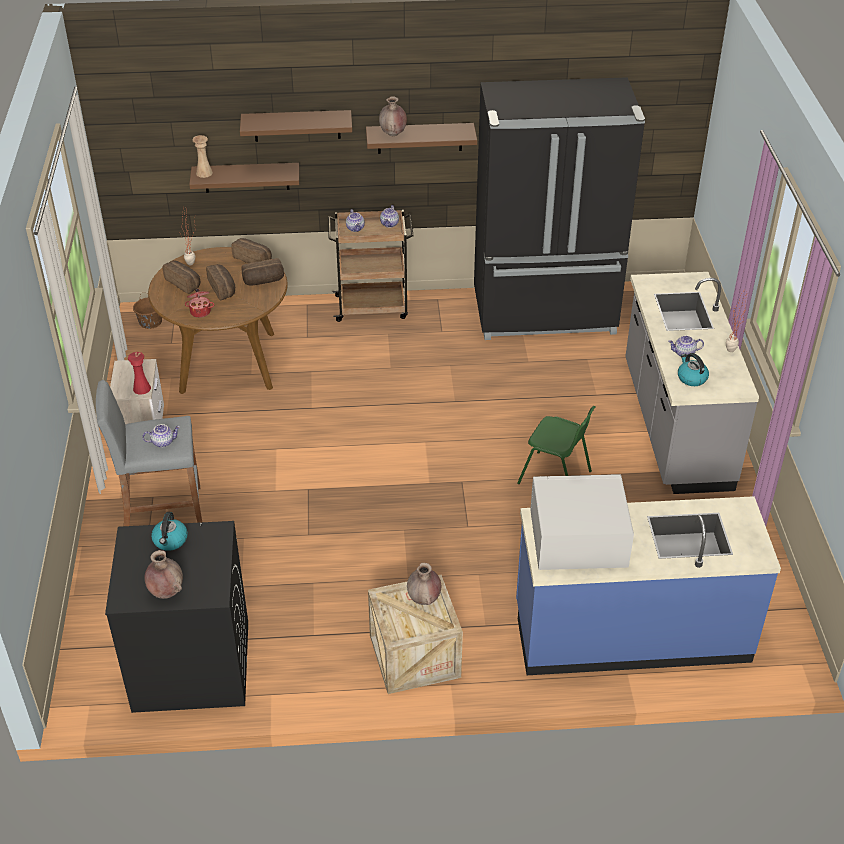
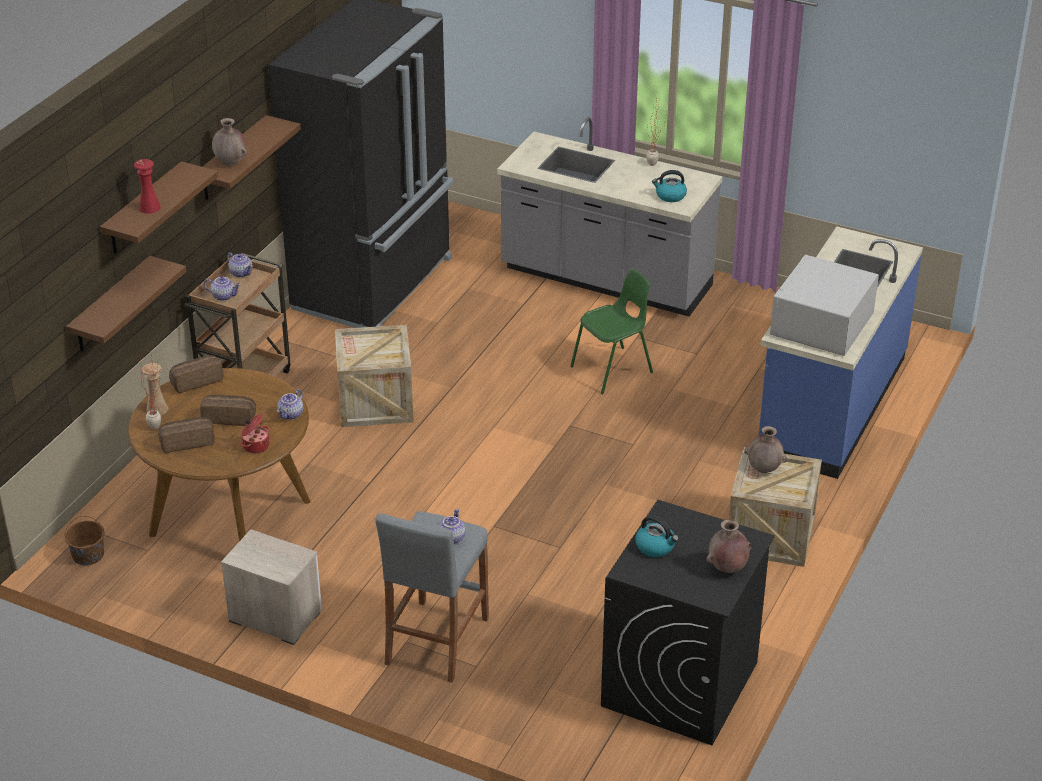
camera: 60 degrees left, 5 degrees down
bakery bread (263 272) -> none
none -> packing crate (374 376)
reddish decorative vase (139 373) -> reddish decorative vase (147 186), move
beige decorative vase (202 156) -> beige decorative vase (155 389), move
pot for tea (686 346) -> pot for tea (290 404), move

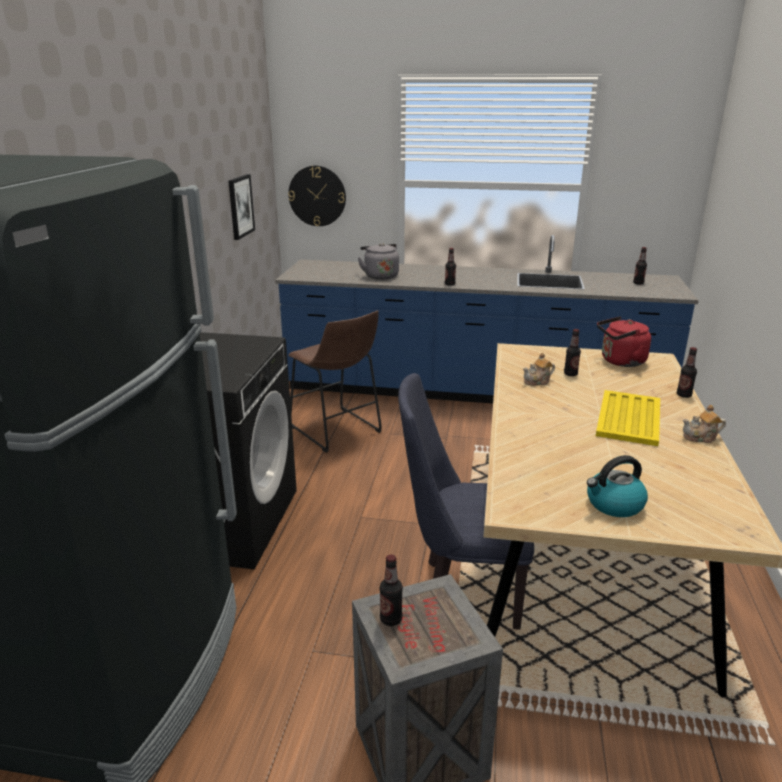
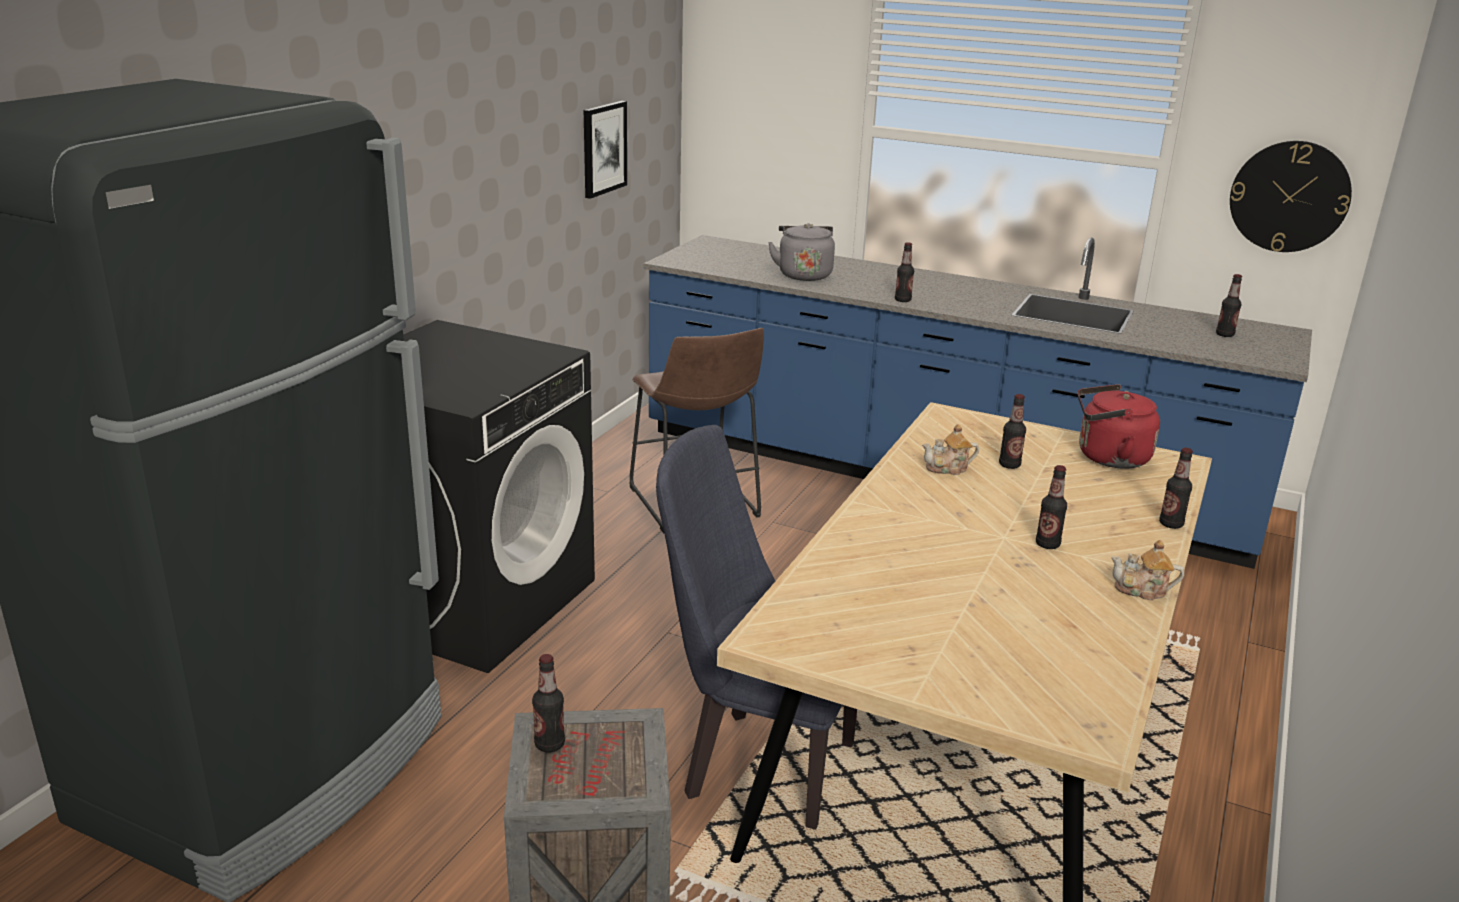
camera: 15 degrees right, 0 degrees up
kettle (617 486) -> none
hanging clock (317 196) -> hanging clock (1291 196), move
yellowish serving tray (628 418) -> beverage bottle (1051 507)

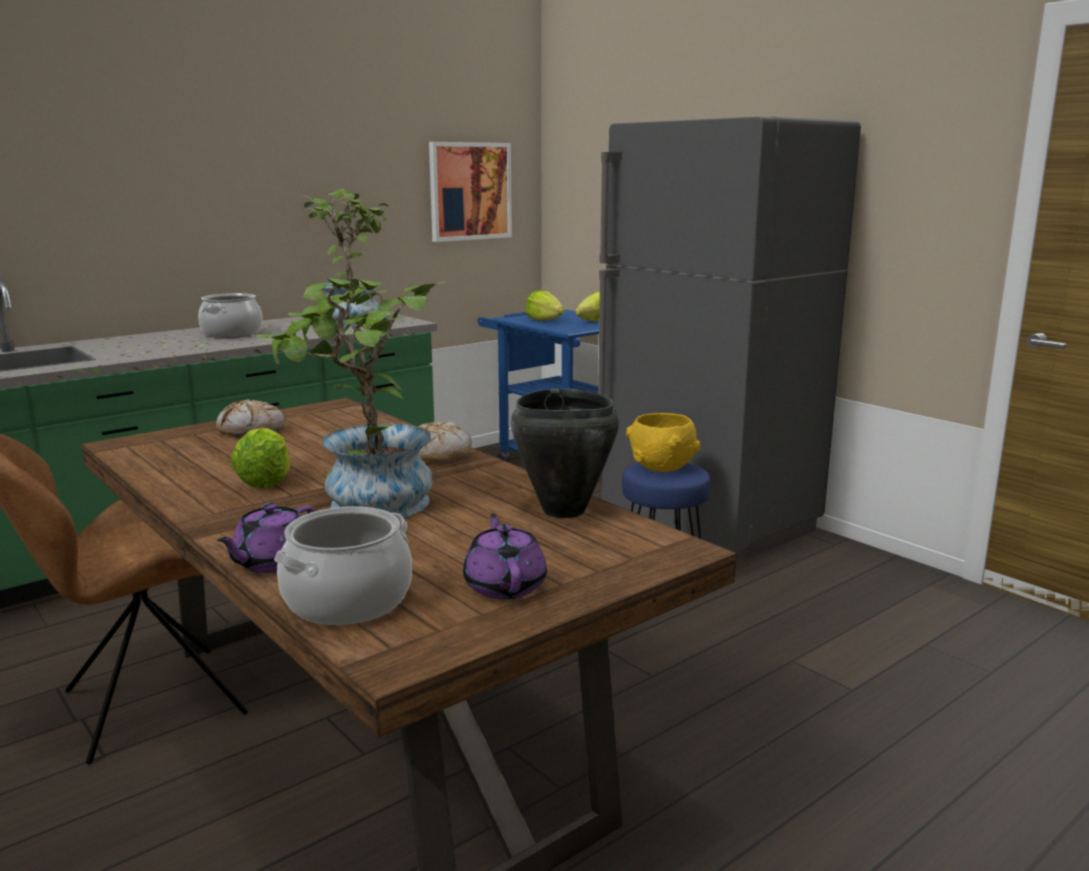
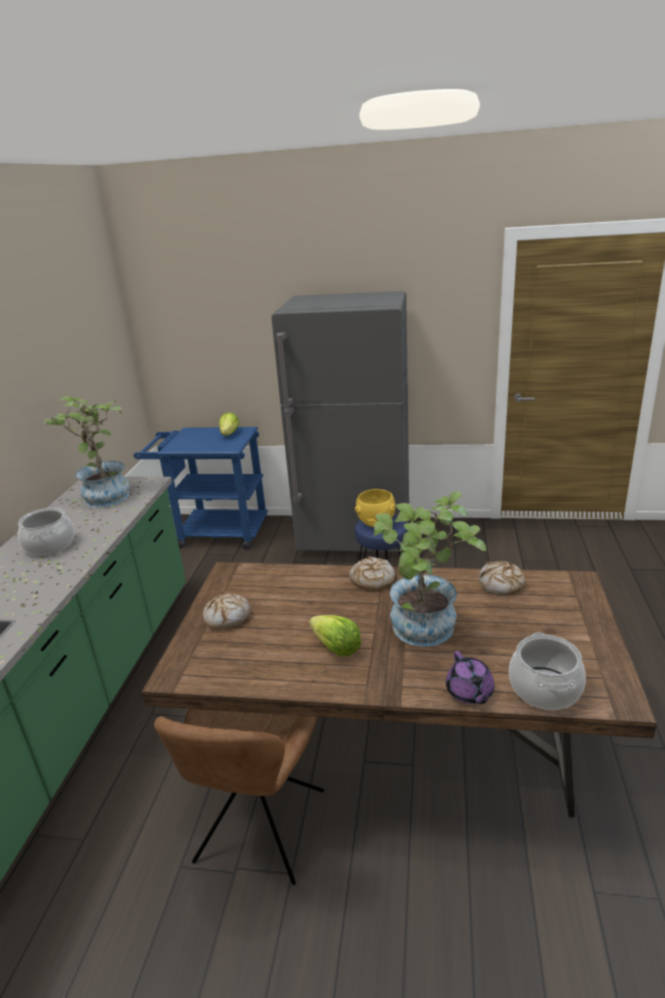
camera: 40 degrees left, 10 degrees up
wall picture (470 192) -> none
purple-coloured pot for tea (505 556) -> none
lettuce (545 305) -> none
black-coloured stockpot (565 453) -> bakery bread (502 578)

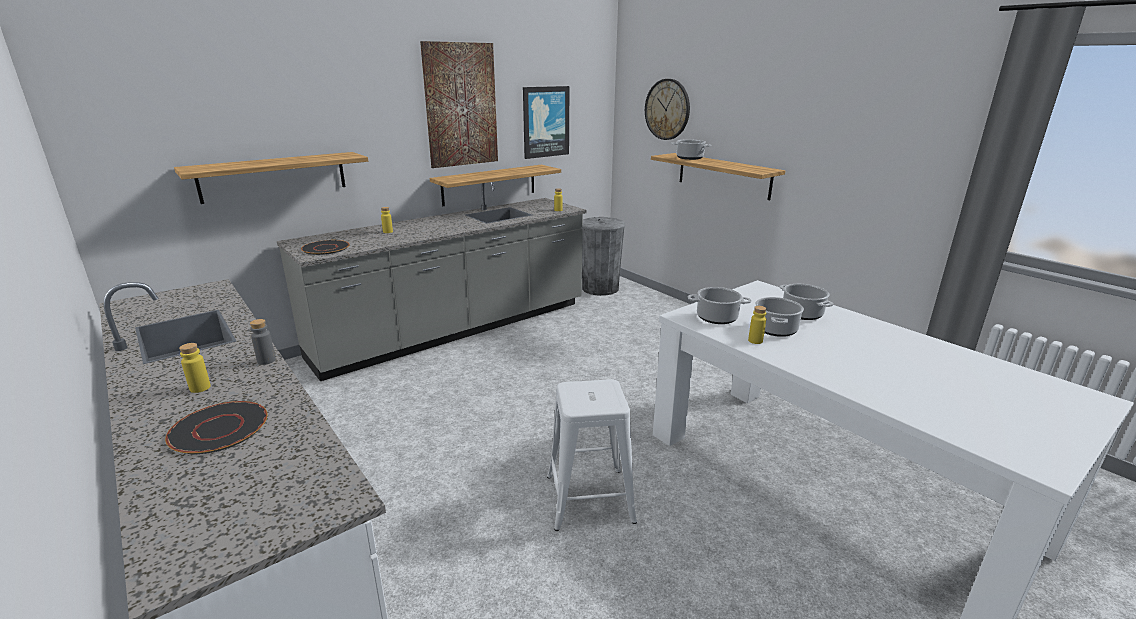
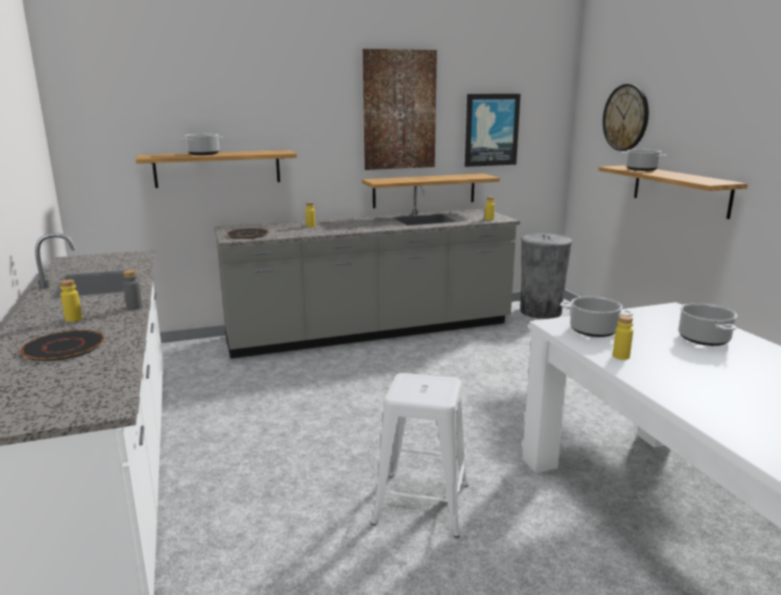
camera: 20 degrees right, 5 degrees down
stockpot (779 317) -> stockpot (202 144), move

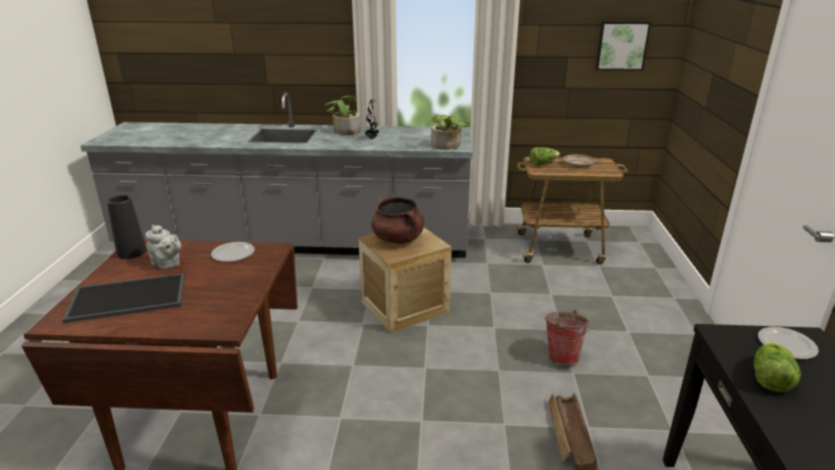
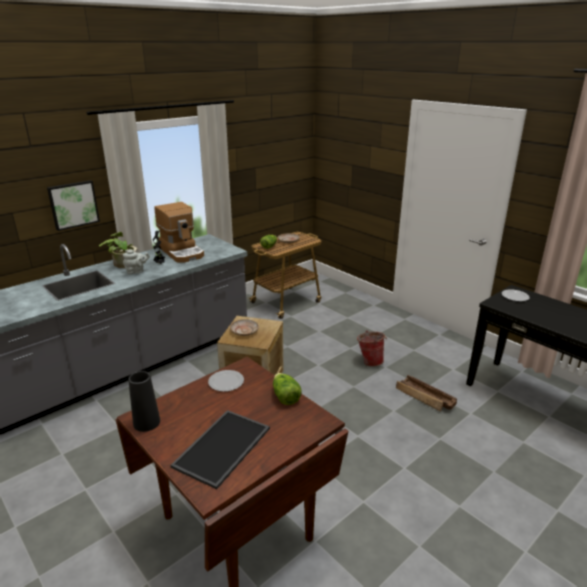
camera: 45 degrees left, 0 degrees up
plant in a pot (450 132) -> none
none -> coffee machine (179 232)
gray pot for tea (163 247) -> gray pot for tea (136 261), move
wall picture (623 46) -> wall picture (73 205), move
lettuce (777 366) -> lettuce (287 389), move
brown-coloured stockpot (397 220) -> beige plate (244 327)

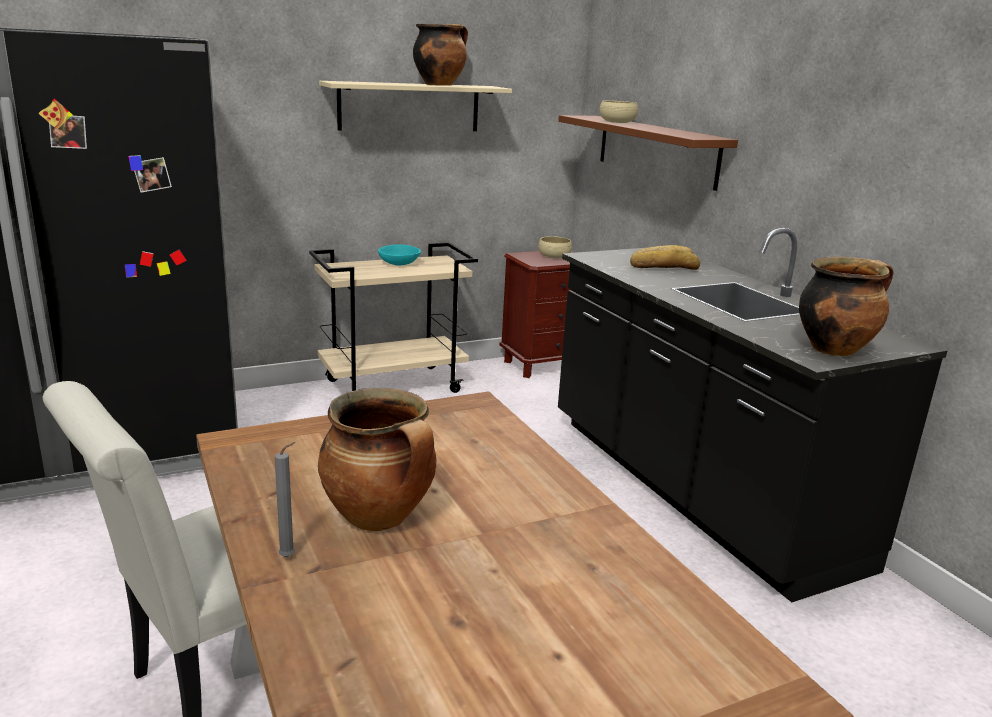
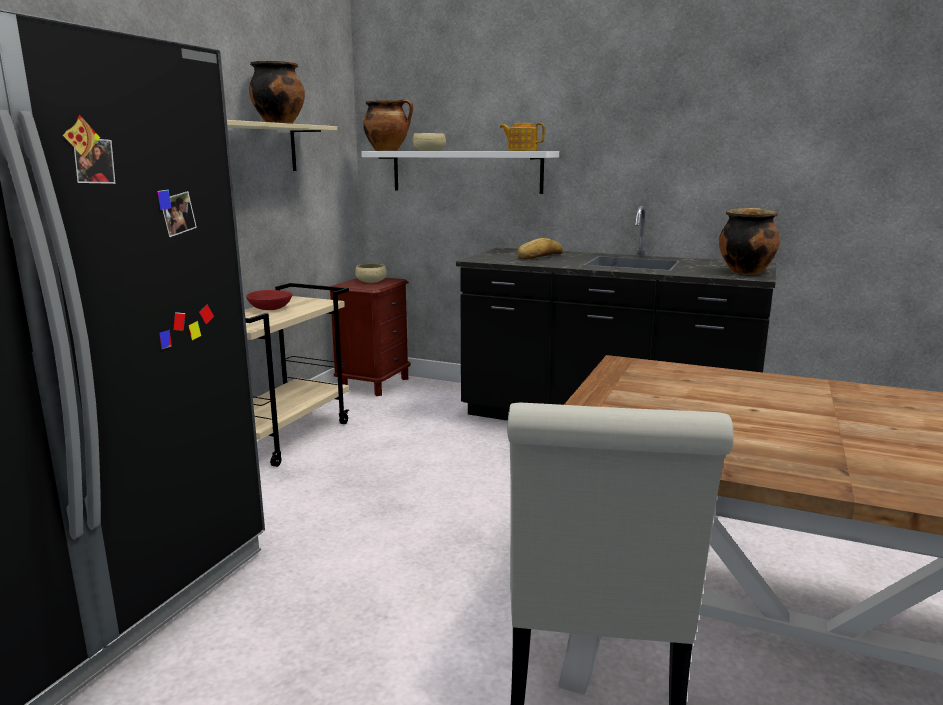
camera: 40 degrees left, 5 degrees down
gray wax candle (285 499) -> none
none -> pot for tea (522 137)
stockpot (377 459) -> stockpot (388 125), move
turquoise-coloured bowl (399 255) -> reddish bowl (269 300)
brown-coloured bracket shelf (648 153) -> white bracket shelf (460 172)

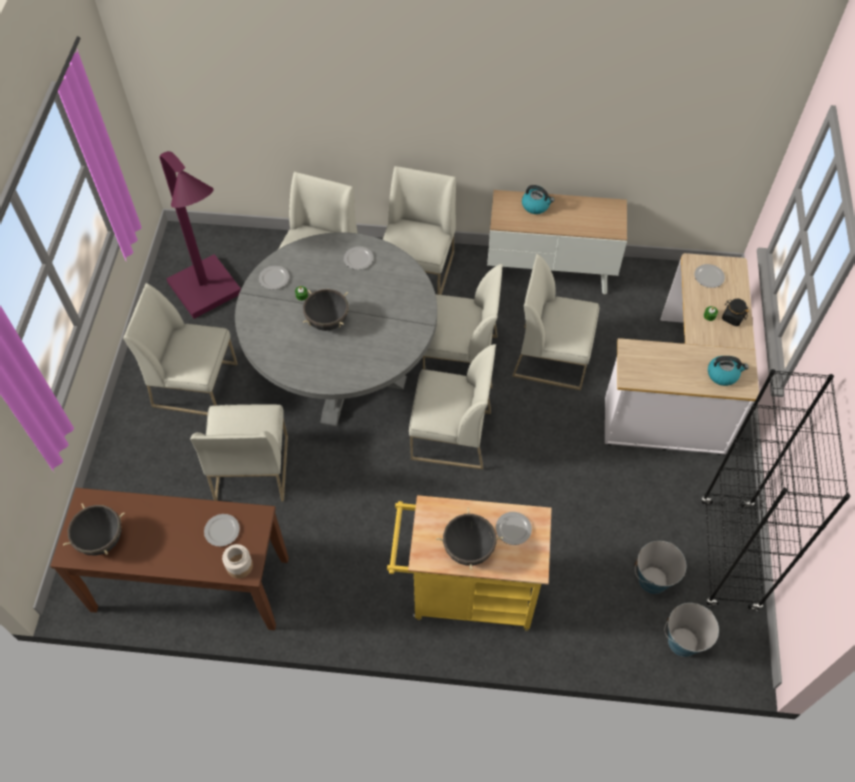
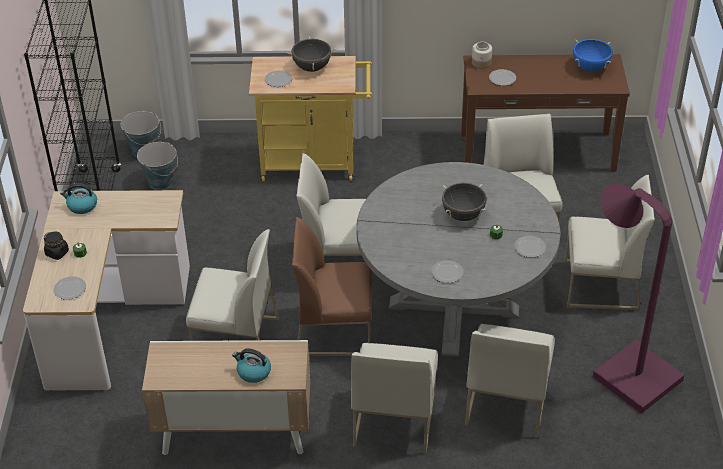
camera: 175 degrees right, 15 degrees down
black-coloured stockpot (94 530) -> blue-coloured stockpot (593 55)
white plain chair (463 326) -> brown-coloured plain chair (332 286)

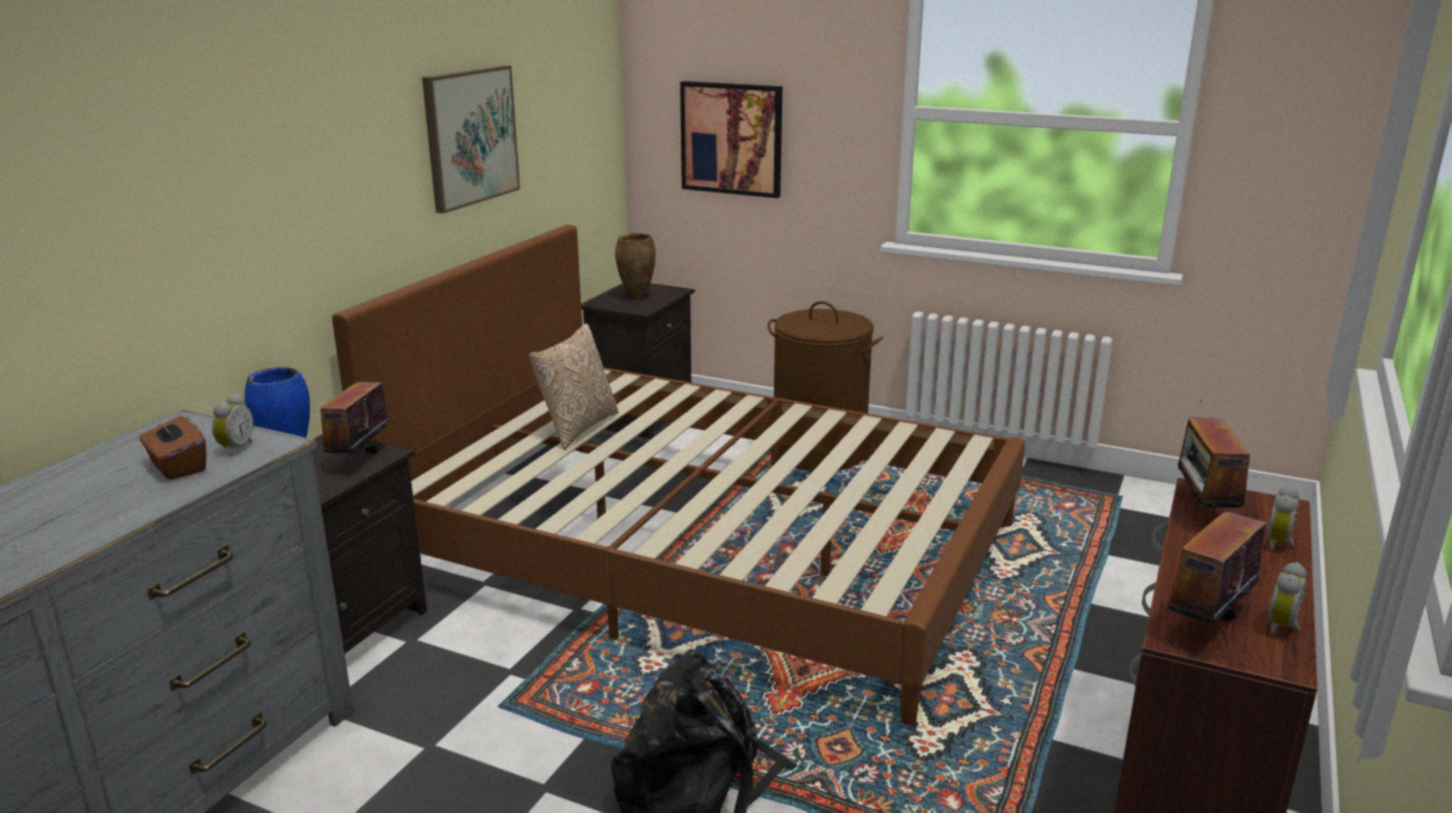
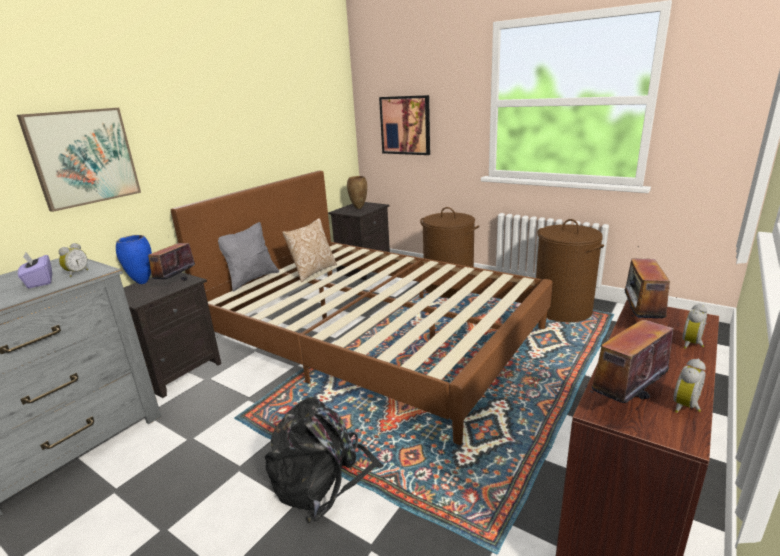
camera: 10 degrees right, 0 degrees up
none -> gray pillow (248 256)
none -> brown-coloured laundry basket (570 270)
wall picture (471 139) -> wall picture (79 160), move
brown-coloured tissue box (172 447) -> purple-coloured tissue box (34 270)

